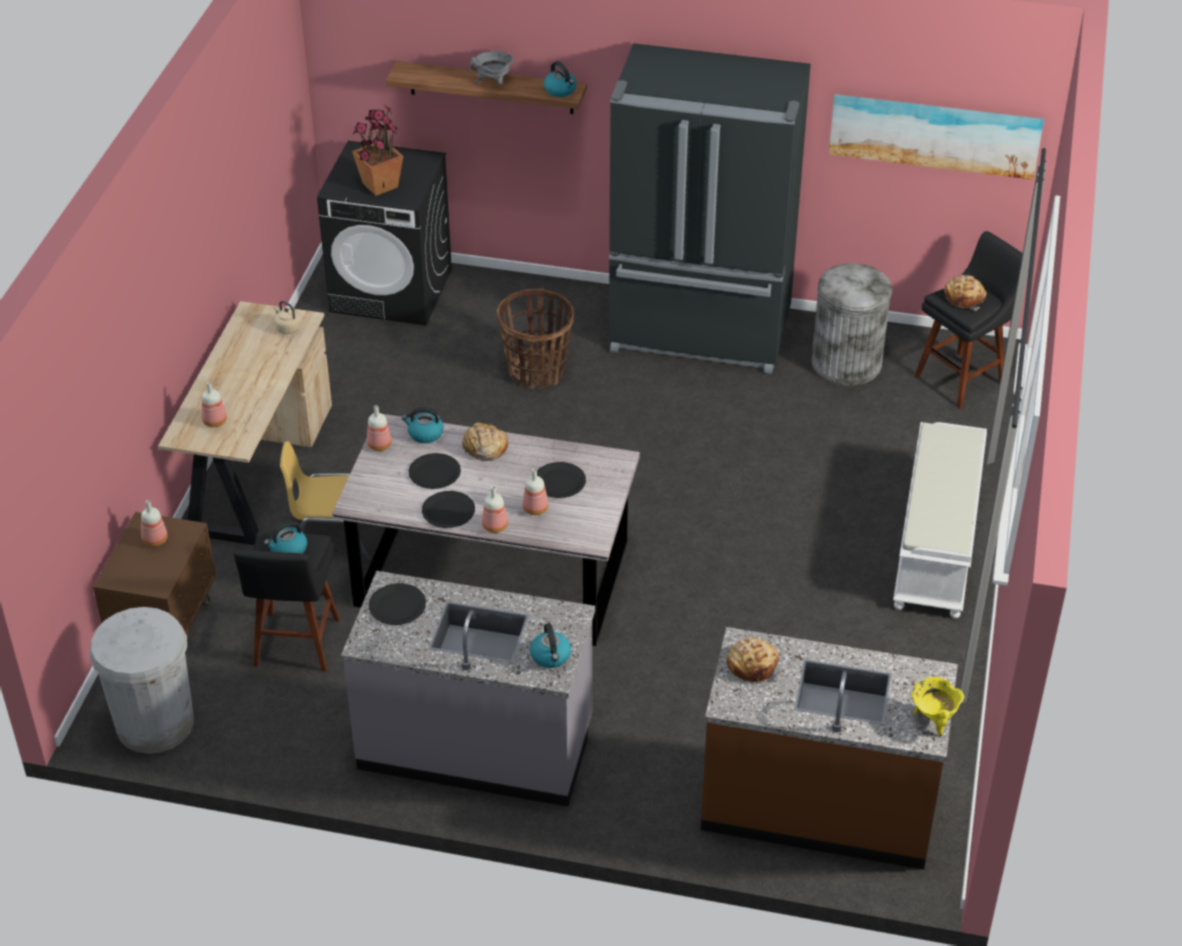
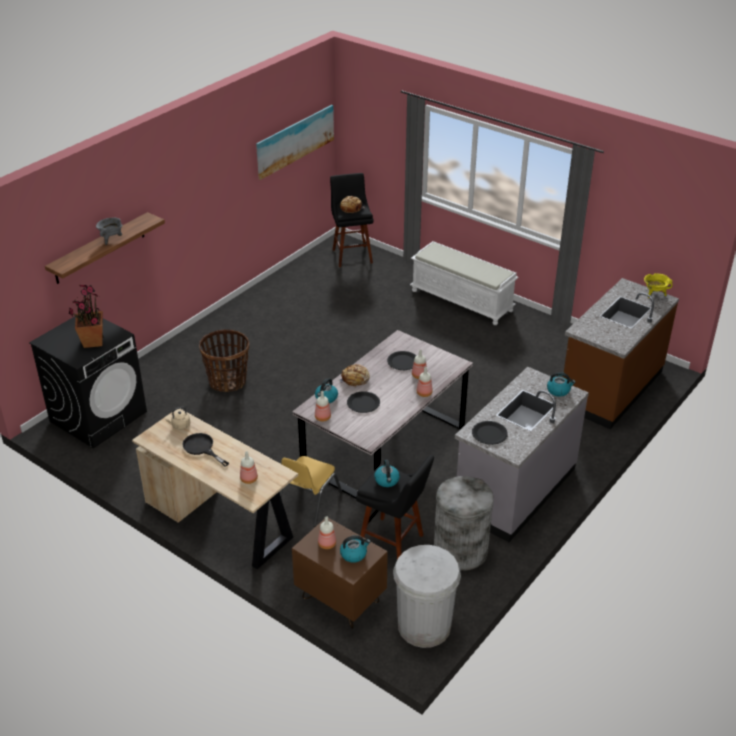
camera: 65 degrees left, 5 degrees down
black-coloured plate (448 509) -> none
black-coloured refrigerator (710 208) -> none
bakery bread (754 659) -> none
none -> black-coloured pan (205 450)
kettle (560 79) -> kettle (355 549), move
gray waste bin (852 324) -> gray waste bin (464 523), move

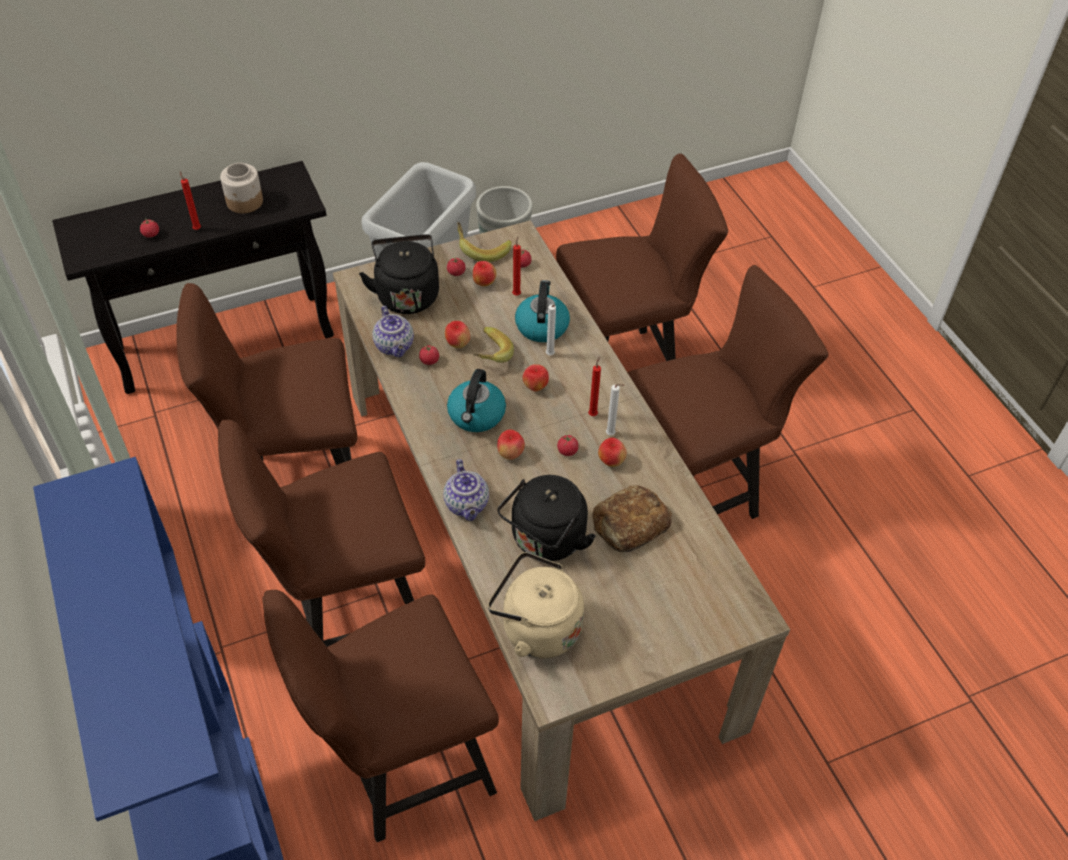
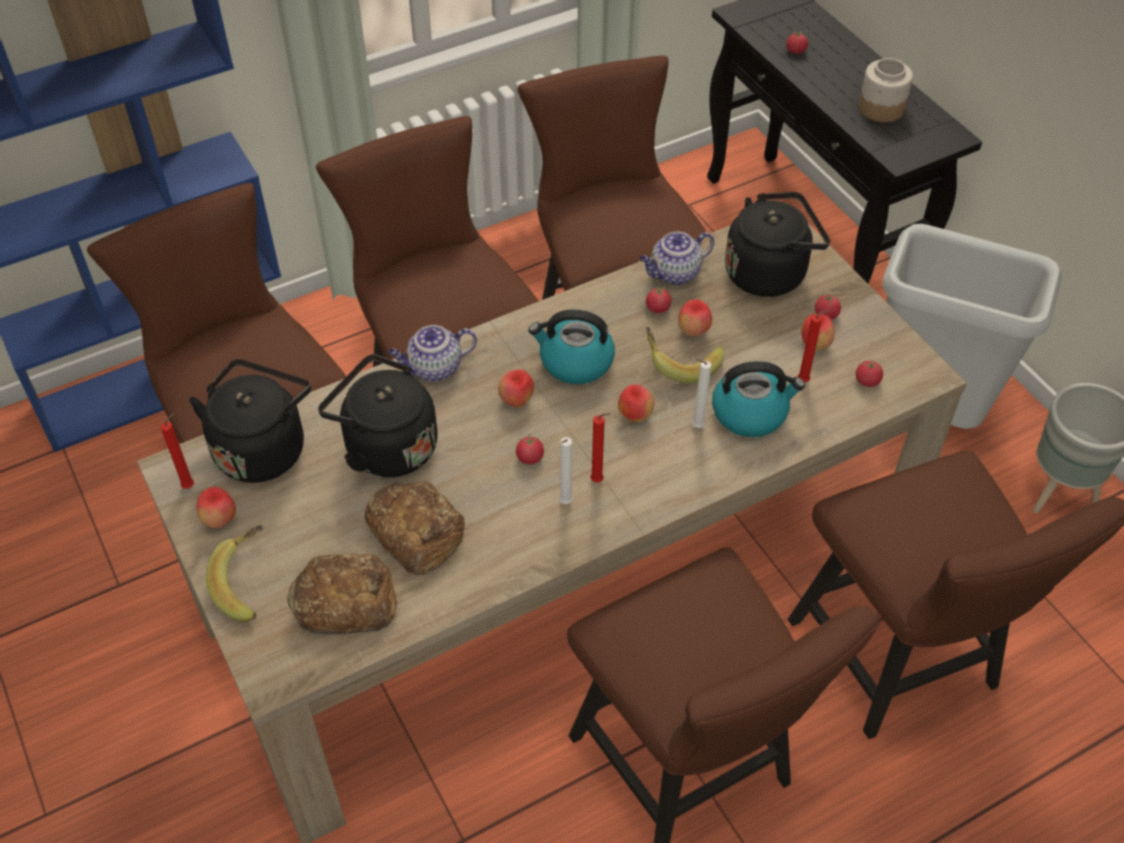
camera: 85 degrees right, 0 degrees up
none -> bakery bread (342 594)
reddish wax candle (190 201) -> reddish wax candle (177 451), move
whole banana (484 242) -> whole banana (234 573), move
apple (612 452) -> apple (216 507), move
beige kettle (536 605) -> black-coloured kettle (250 421)

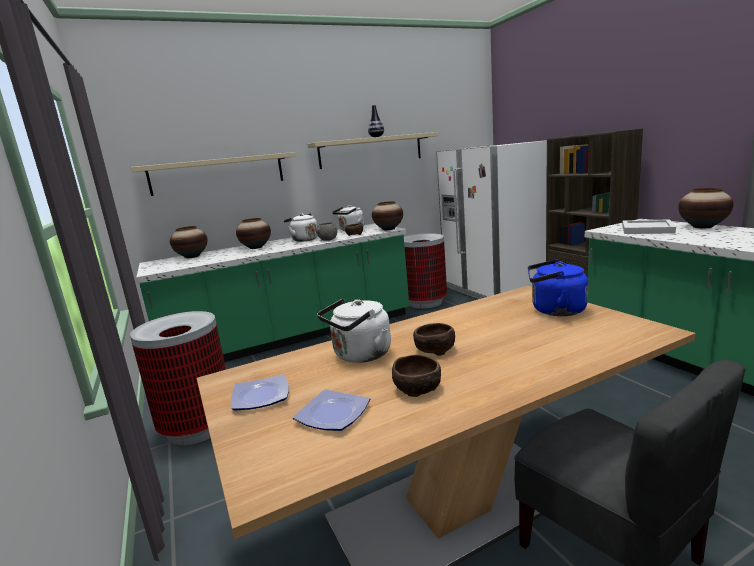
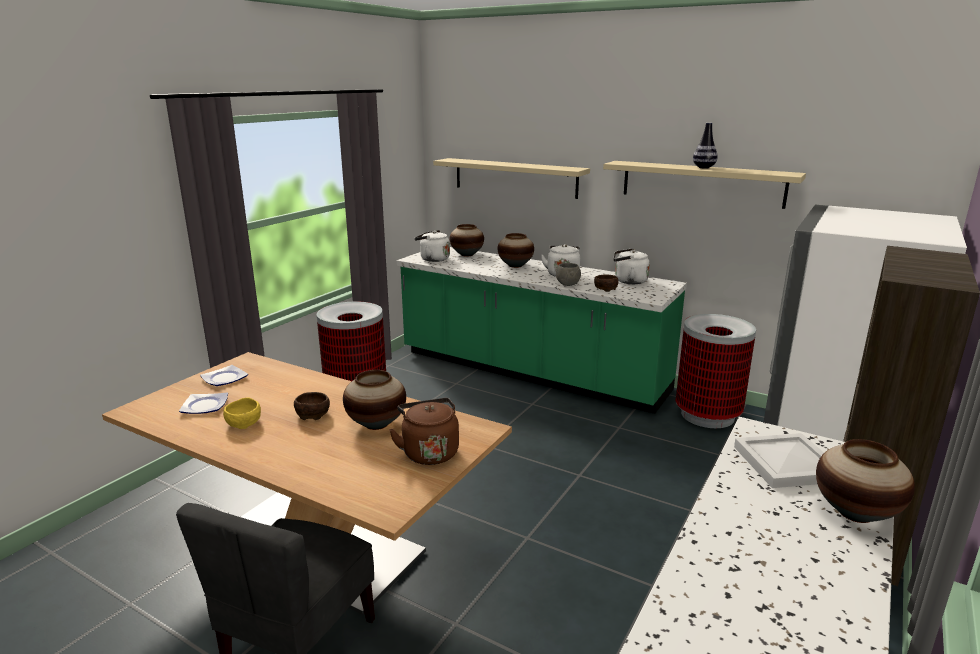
camera: 55 degrees right, 5 degrees up
white kettle (354 331) -> white kettle (432 246), move
decorative vase (387 215) -> decorative vase (374 400), move
brown-coloured bowl (416 375) -> yellowish bowl (242 413)
blue-coloured kettle (558 287) -> brown-coloured kettle (424 431)

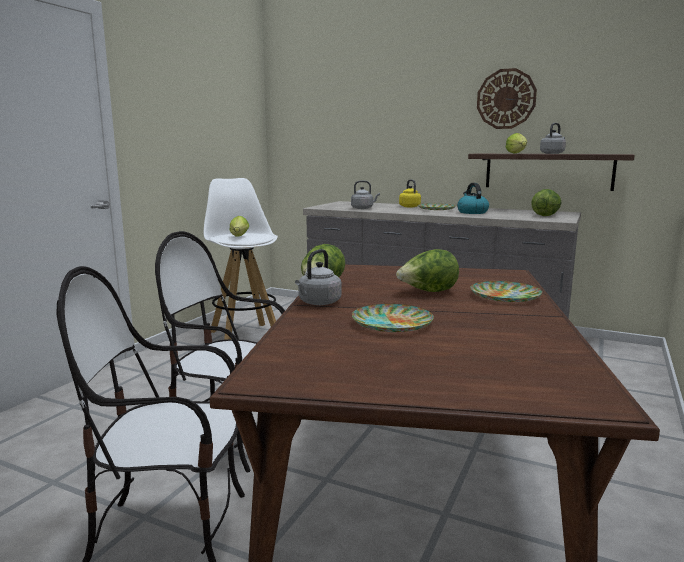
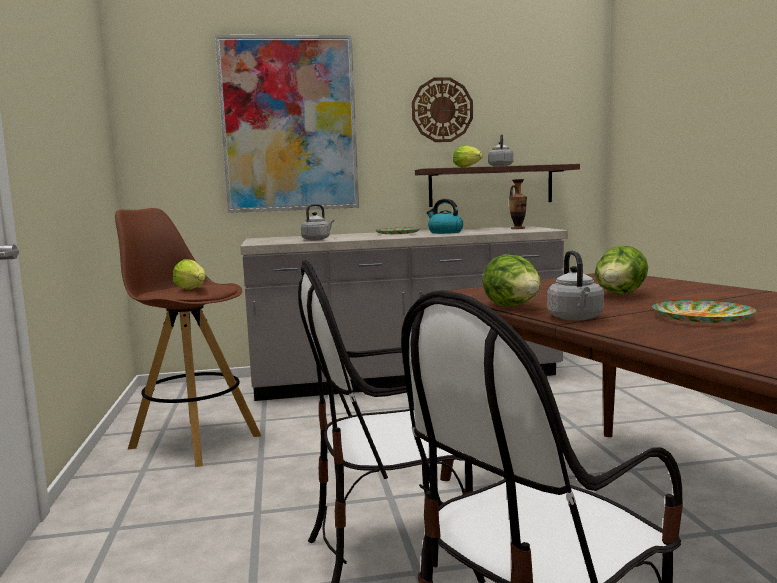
camera: 35 degrees left, 5 degrees down
yellowish kettle (410 194) -> none
plate (506 291) -> none
none -> wall picture (287 124)
lettuce (546 202) -> decorative vase (518 204)
white sitting stool (241 259) -> brown-coloured sitting stool (188 337)

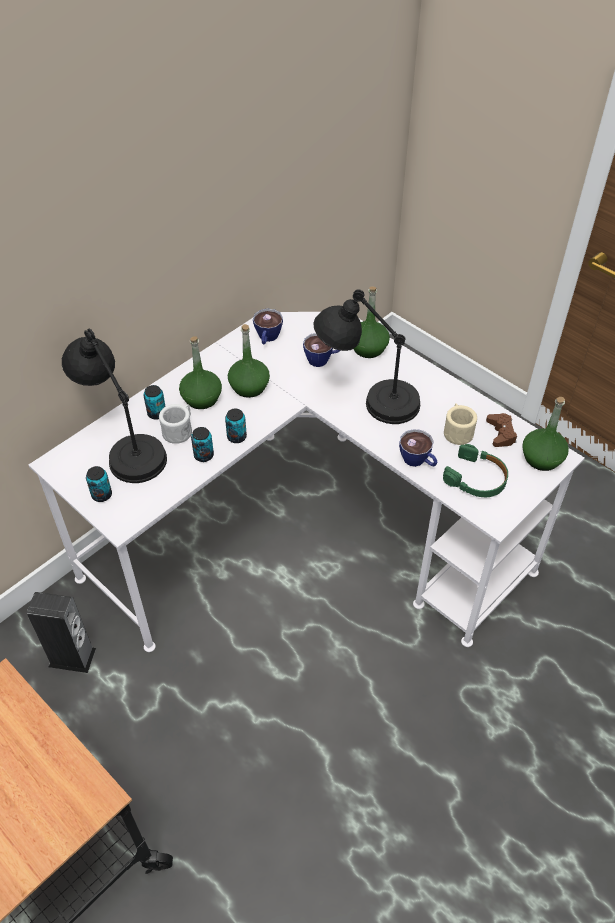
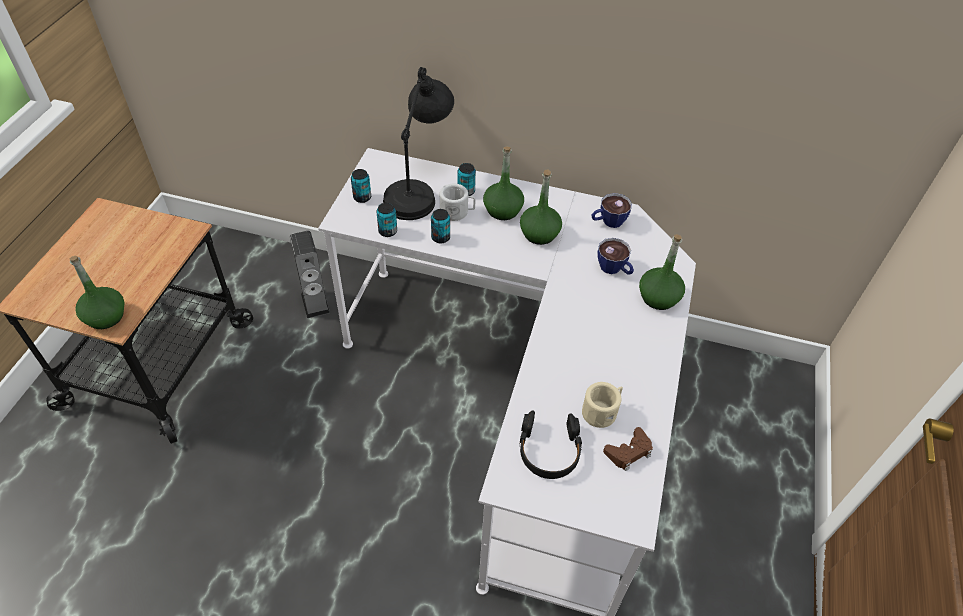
camera: 60 degrees right, 0 degrees up
black-coloured tabletop lamp (366 356) -> none
small cup (418 448) -> none
sealed can (236 425) -> sealed can (387 219), move
green-coloured beverage bottle (545 434) -> green-coloured beverage bottle (97 292), move
green-coloured headset (475 470) -> black-coloured headset (550 444)

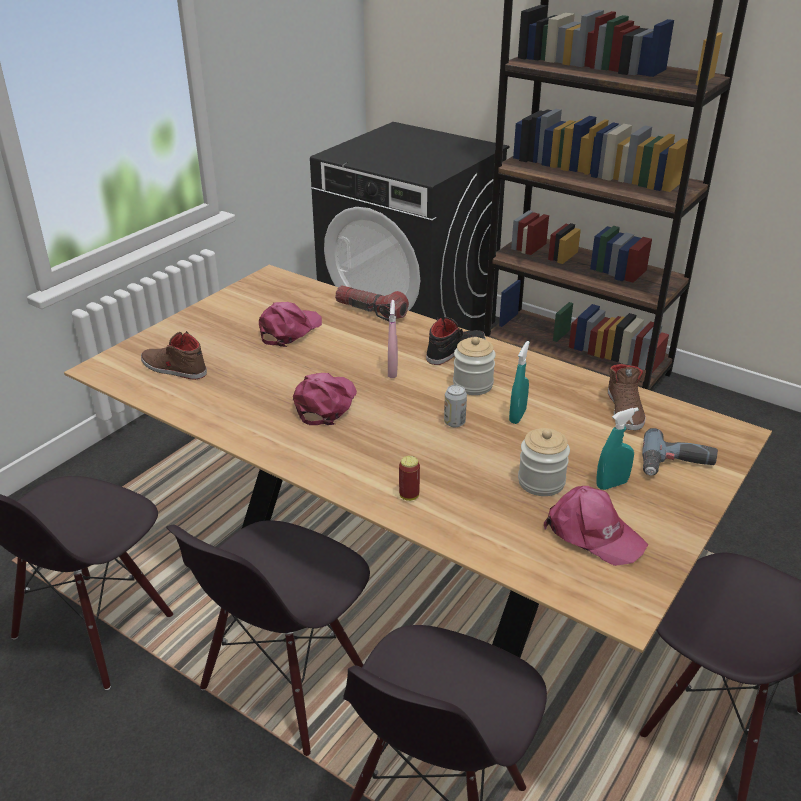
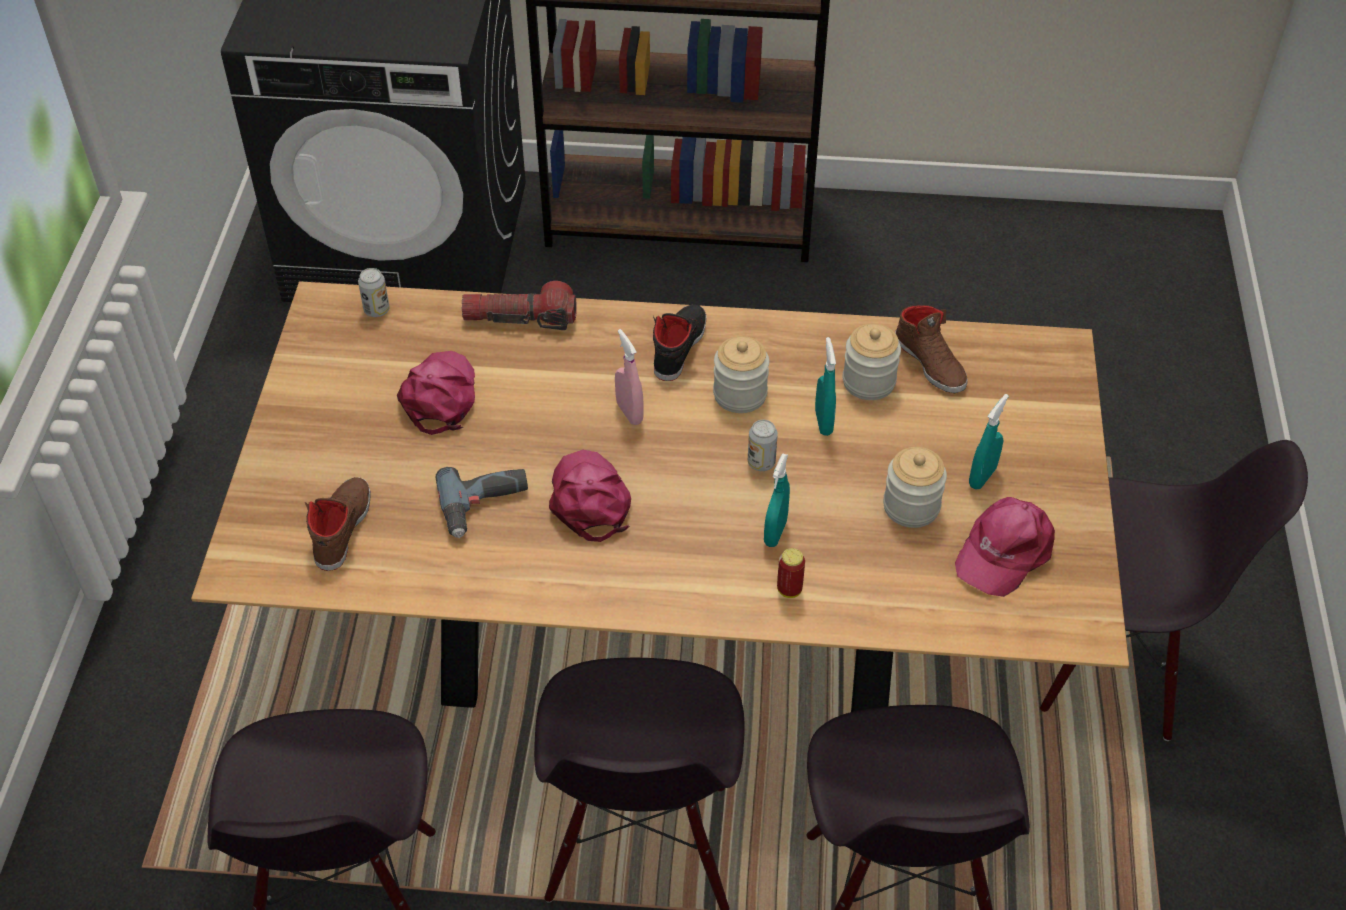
camera: 30 degrees left, 15 degrees up
none -> sealed can (373 292)
none -> turquoise-coloured sprayer (777 500)
none -> jar (872 362)
power drill (680 452) -> power drill (482 502), move
brown-coloured low shoe (174 355) -> brown-coloured low shoe (338 524), 105 degrees clockwise
pink baseball cap (596 526) -> pink baseball cap (1005 547), 120 degrees clockwise

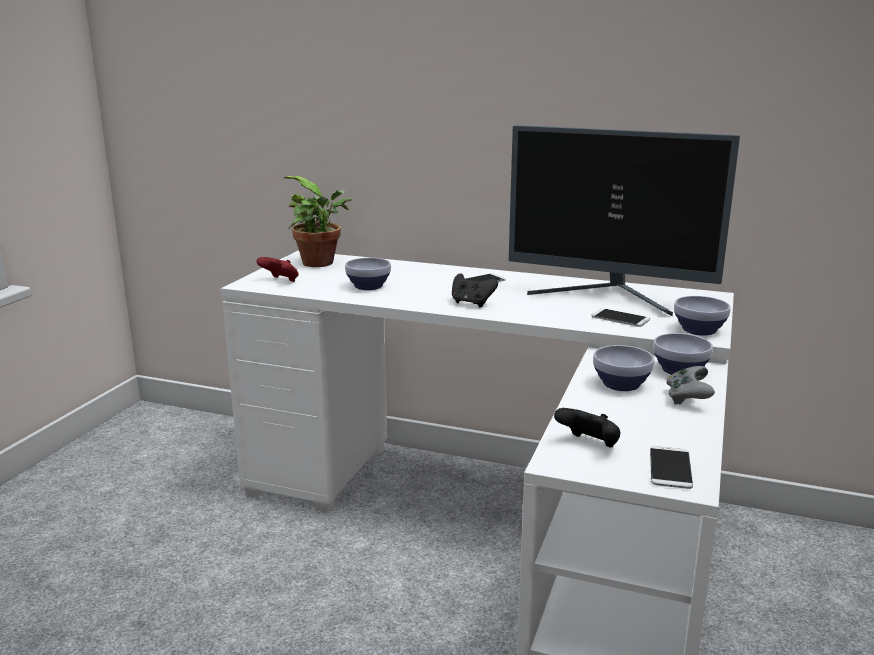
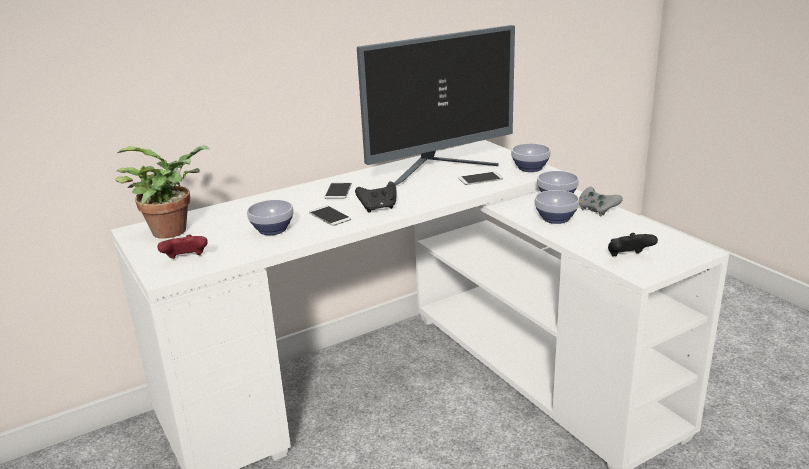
camera: 50 degrees left, 5 degrees up
phone (671 467) -> phone (330 216), move

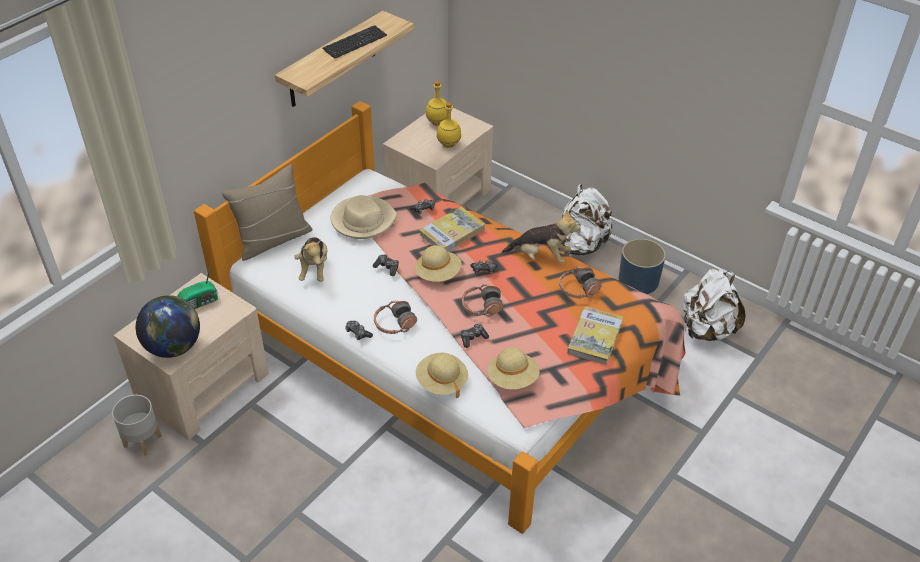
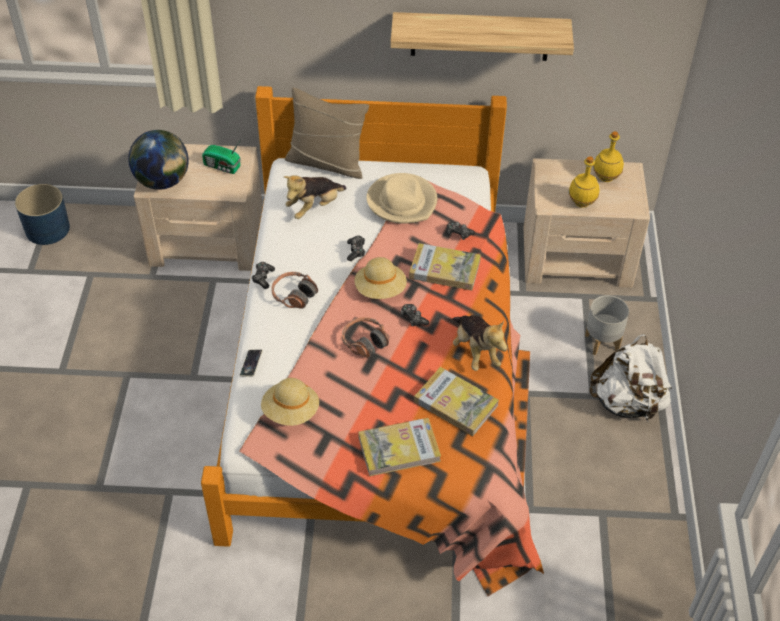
camera: 55 degrees right, 5 degrees up
keyboard (355 42) -> none
joypad (475 336) -> none
white knapsack (714 305) -> none
gray planter (137 425) -> gray planter (607 325), move
blue-coloured planter (642 266) -> blue-coloured planter (42 214), move
beige hat (442 375) -> phone (251 363)
headset (580 282) -> bound book (456 401)

